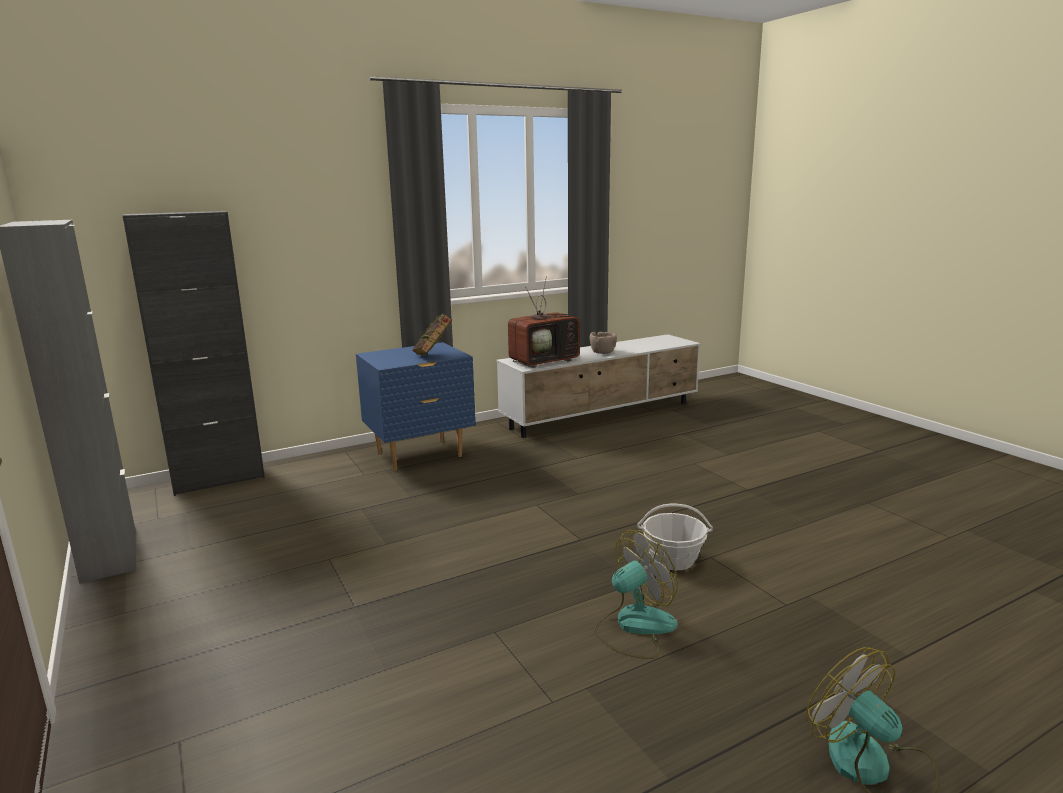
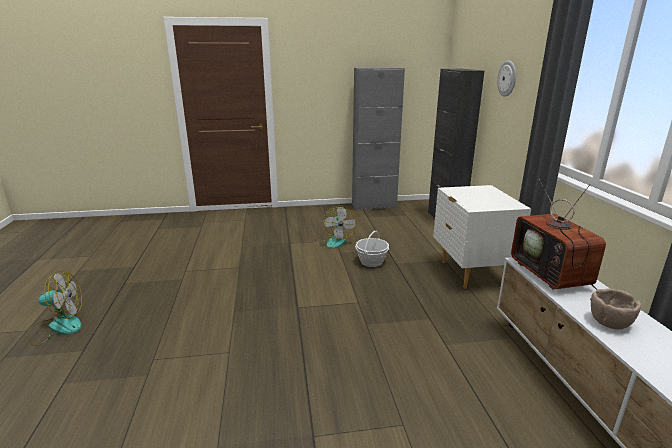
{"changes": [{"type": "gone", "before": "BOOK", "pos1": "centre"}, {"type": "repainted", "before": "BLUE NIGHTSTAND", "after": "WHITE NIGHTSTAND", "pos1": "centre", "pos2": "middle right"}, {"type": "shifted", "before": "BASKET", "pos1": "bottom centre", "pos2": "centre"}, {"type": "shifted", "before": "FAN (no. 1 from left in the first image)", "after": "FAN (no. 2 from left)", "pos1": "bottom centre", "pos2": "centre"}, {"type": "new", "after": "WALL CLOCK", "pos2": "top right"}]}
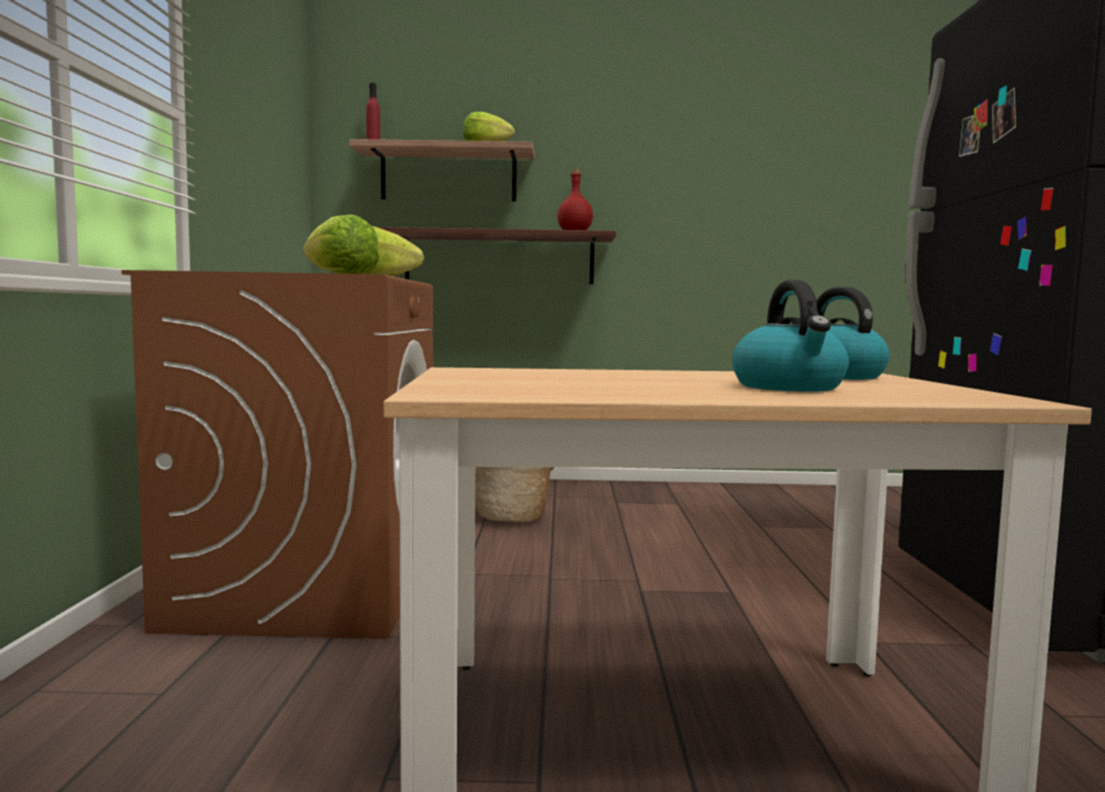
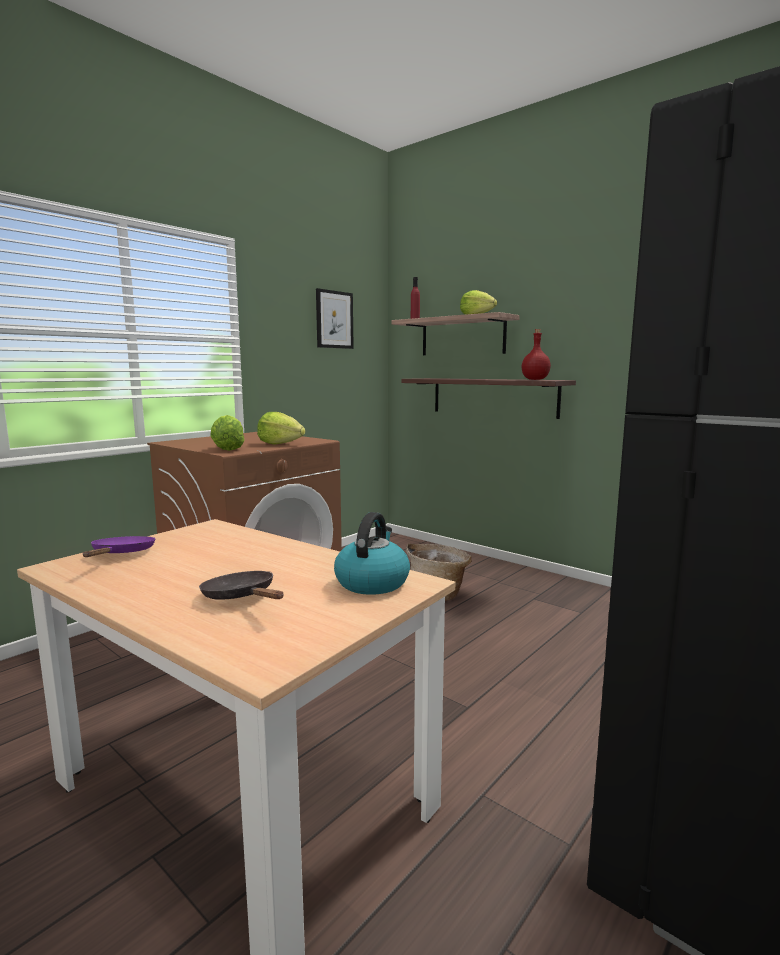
{"changes": [{"type": "swapped", "before": "KETTLE (no. 1 from left)", "after": "BLACK FRYING PAN", "pos1": "middle right", "pos2": "middle left"}, {"type": "new", "after": "PICTURE", "pos2": "top centre"}, {"type": "new", "after": "PURPLE FRYING PAN", "pos2": "middle left"}]}
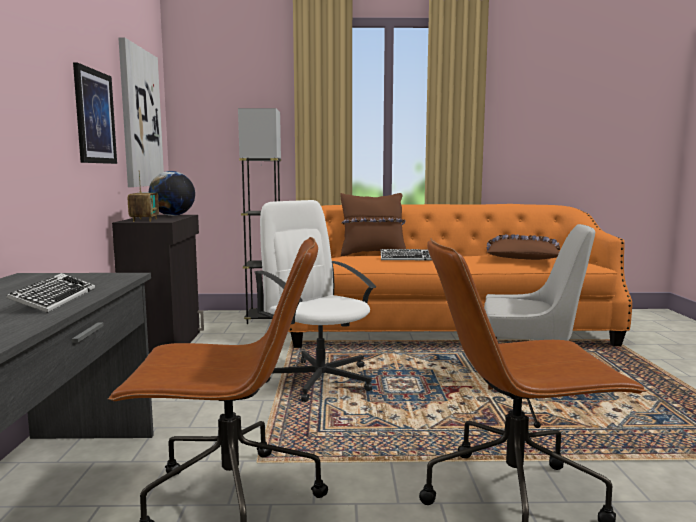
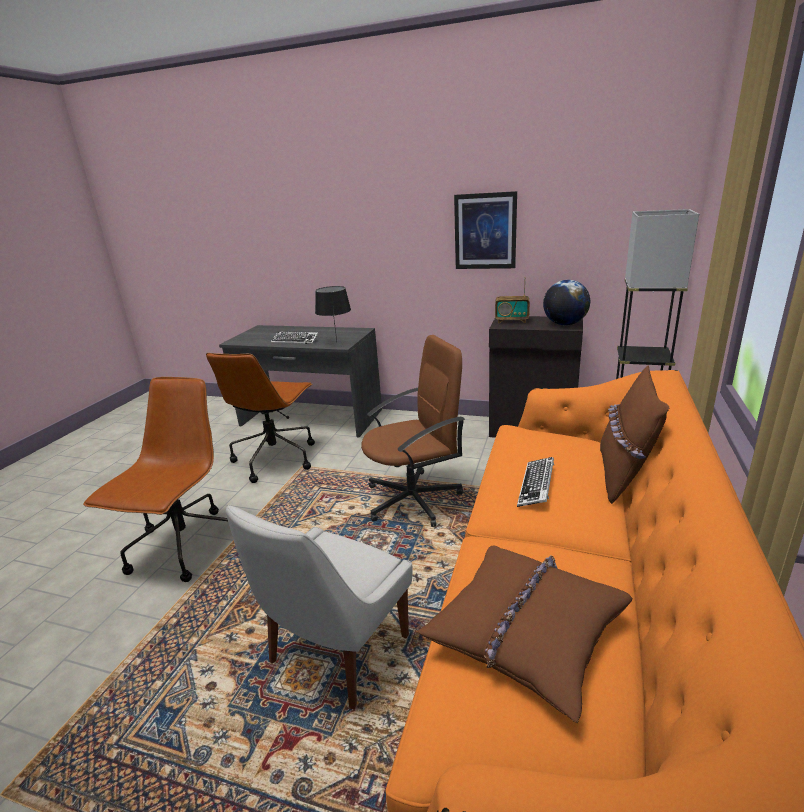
{"changes": [{"type": "gone", "before": "PICTURE (no. 2 from left)", "pos1": "top left"}, {"type": "repainted", "before": "WHITE OFFICE CHAIR", "after": "BROWN OFFICE CHAIR (no. 3 from left)", "pos1": "centre", "pos2": "centre"}, {"type": "new", "after": "BLACK TABLE LAMP", "pos2": "centre"}]}
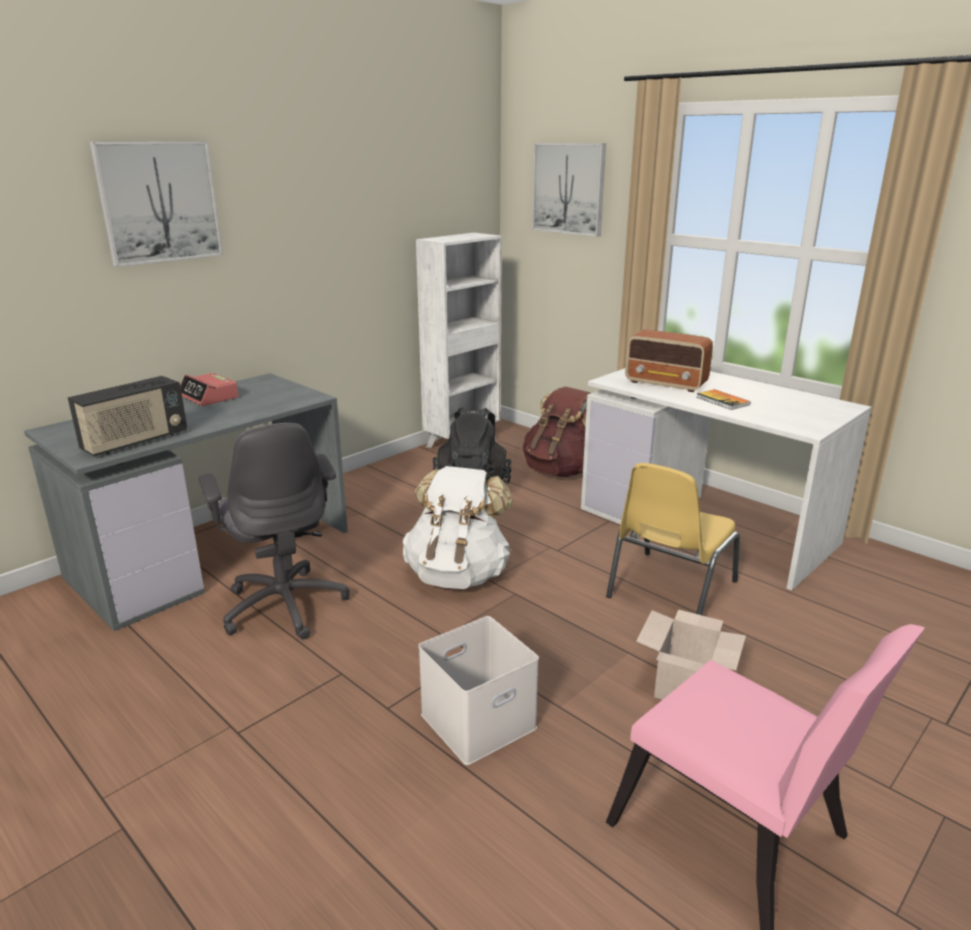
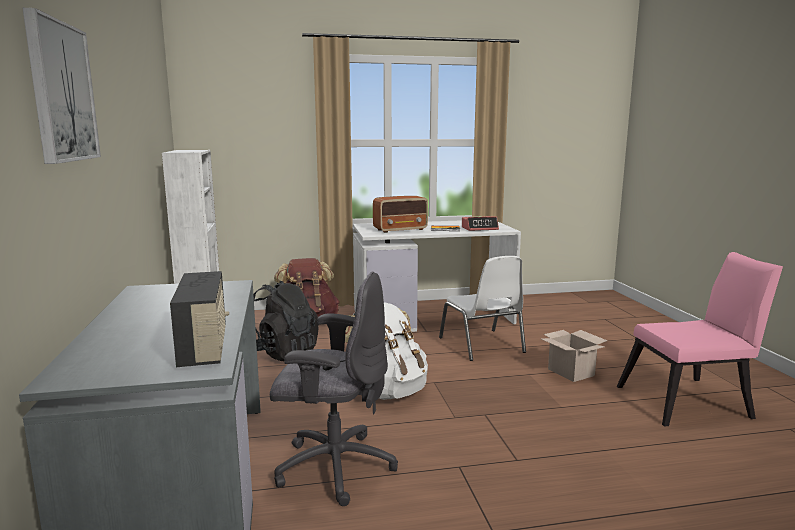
{"changes": [{"type": "gone", "before": "PICTURE (no. 2 from left)", "pos1": "top centre"}, {"type": "shifted", "before": "ALARM CLOCK", "pos1": "middle left", "pos2": "centre"}, {"type": "repainted", "before": "YELLOW CHAIR", "after": "WHITE CHAIR", "pos1": "middle right", "pos2": "centre"}, {"type": "gone", "before": "WHITE STORAGE BOX", "pos1": "bottom centre"}]}
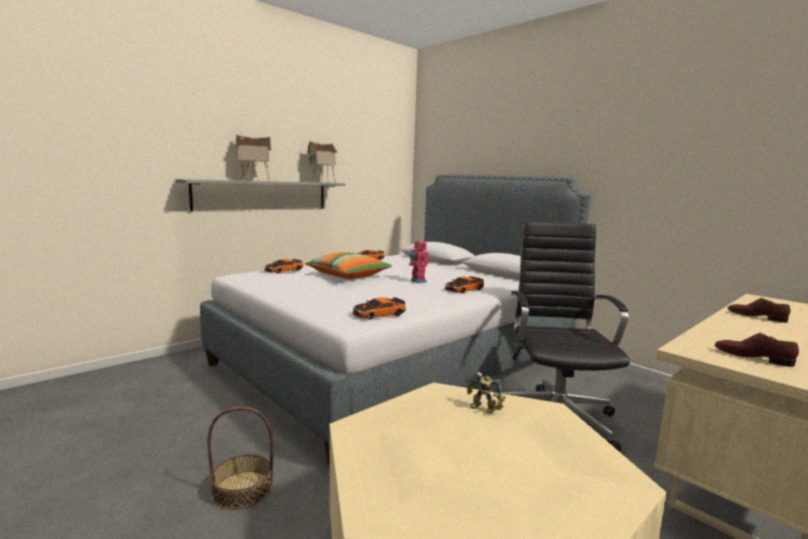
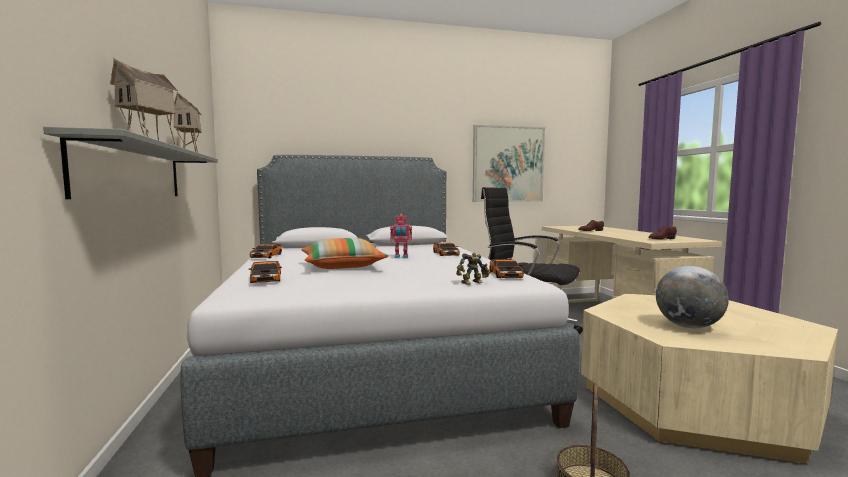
{"changes": [{"type": "shifted", "before": "TOY ROBOT (no. 2 from left)", "pos1": "bottom centre", "pos2": "centre"}, {"type": "new", "after": "PICTURE", "pos2": "centre"}, {"type": "new", "after": "GLOBE", "pos2": "middle right"}]}
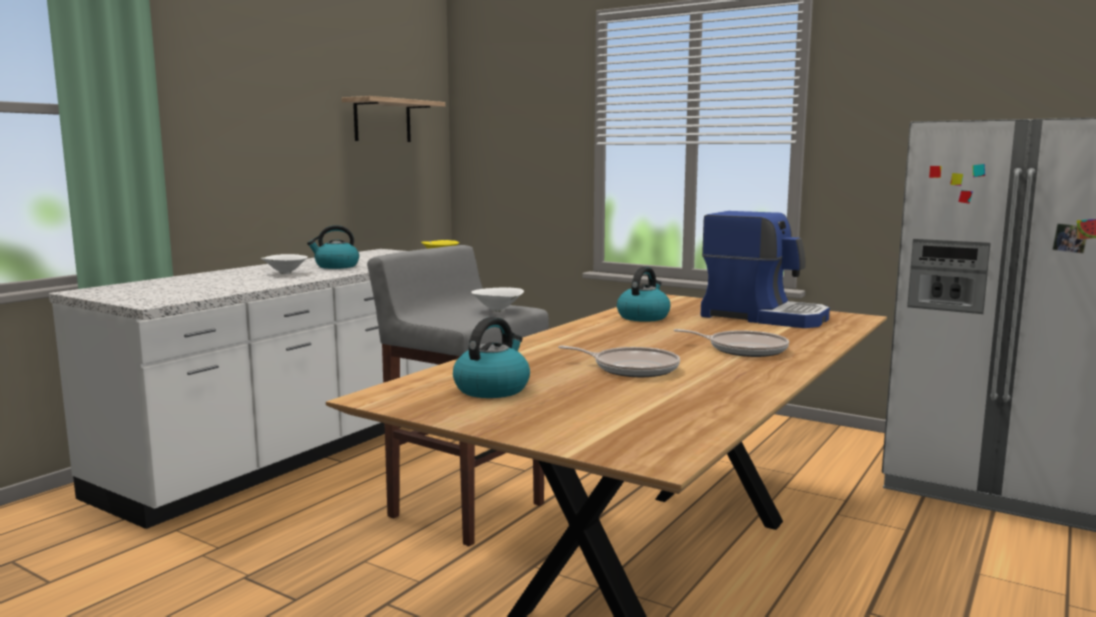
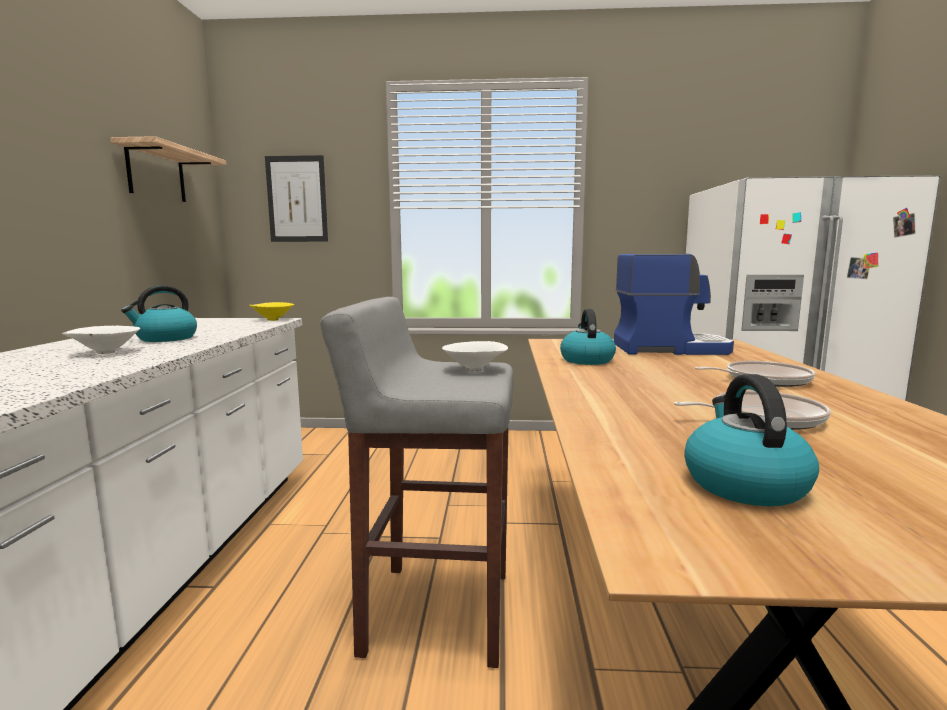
{"changes": [{"type": "new", "after": "PICTURE", "pos2": "top left"}]}
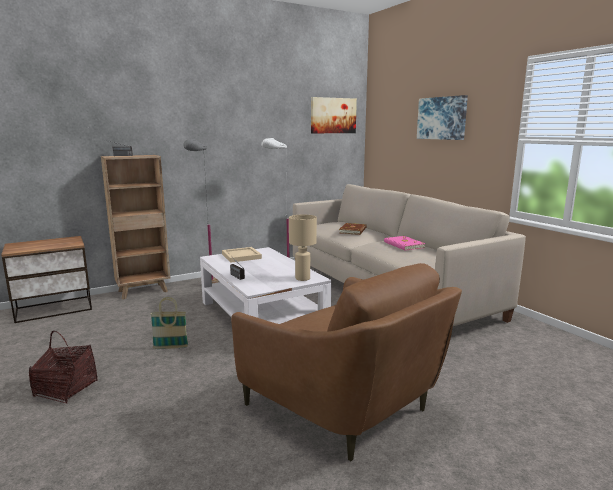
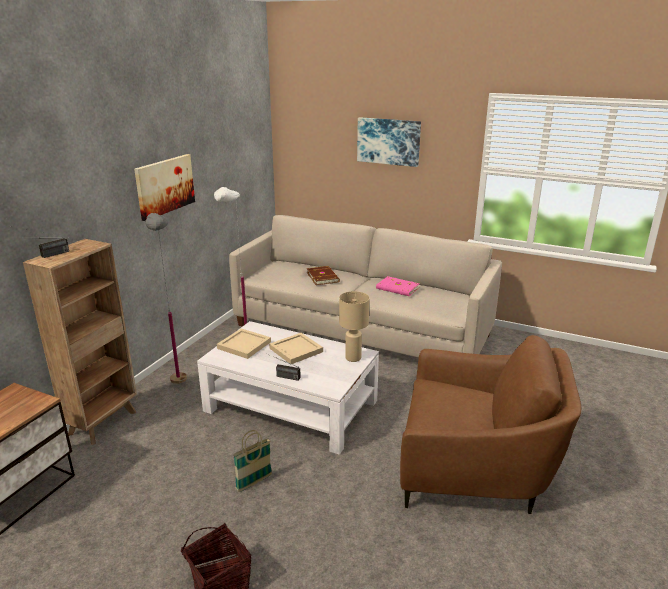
{"changes": [{"type": "shifted", "before": "PICTURE (no. 1 from left)", "pos1": "top centre", "pos2": "top left"}, {"type": "new", "after": "BEIGE TRAY (no. 2 from left)", "pos2": "centre"}]}
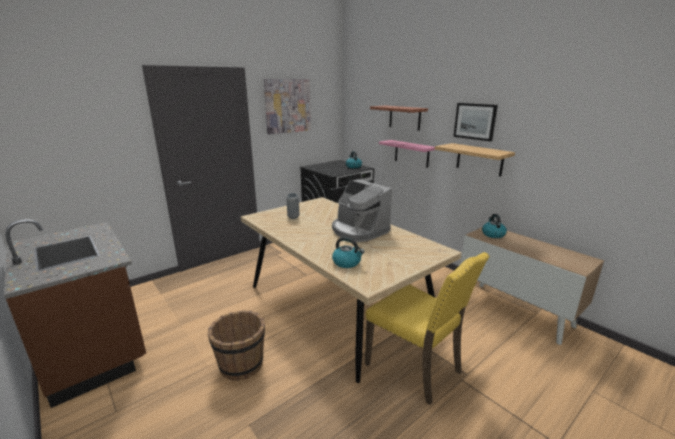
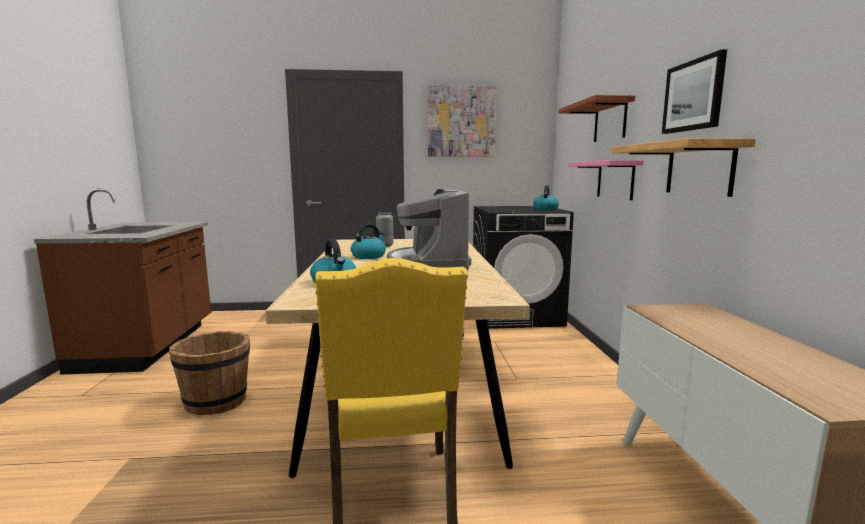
{"changes": [{"type": "shifted", "before": "KETTLE (no. 3 from left in the first image)", "after": "KETTLE (no. 2 from left)", "pos1": "middle right", "pos2": "centre"}]}
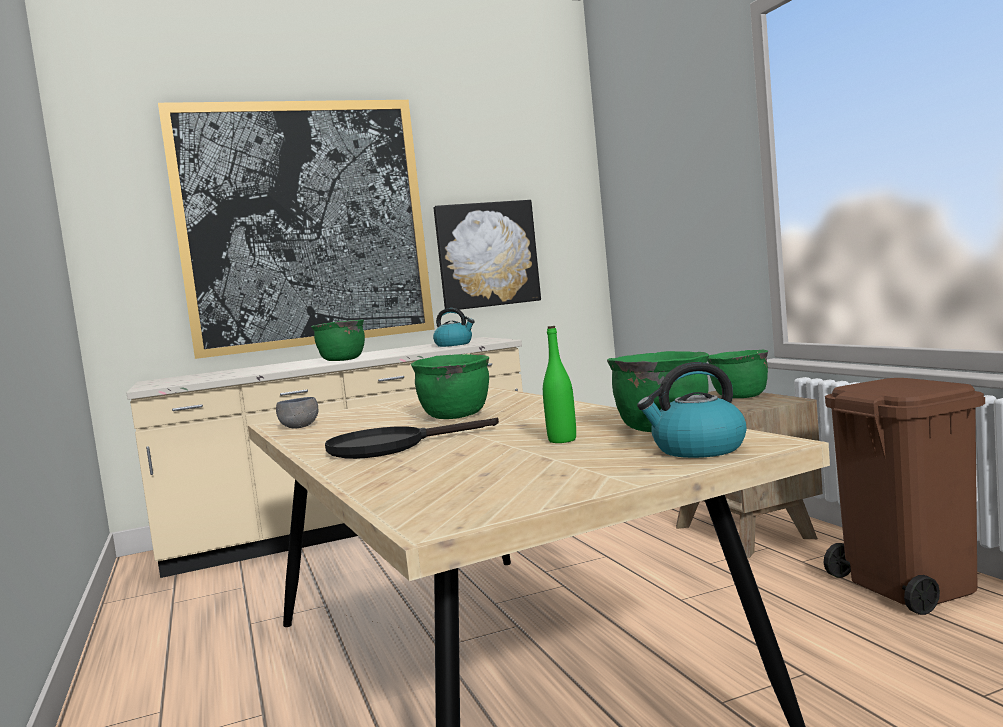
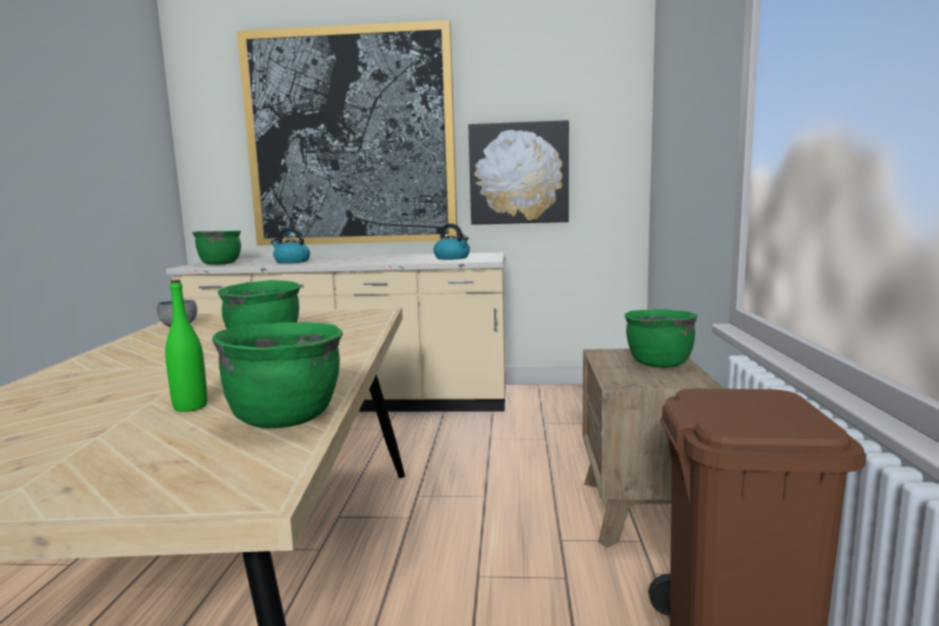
{"changes": [{"type": "shifted", "before": "GREEN COOKING POT (no. 1 from left)", "pos1": "centre", "pos2": "middle left"}, {"type": "shifted", "before": "KETTLE (no. 2 from left in the first image)", "after": "KETTLE (no. 1 from left)", "pos1": "middle right", "pos2": "middle left"}, {"type": "gone", "before": "BLACK FRYING PAN", "pos1": "centre"}]}
